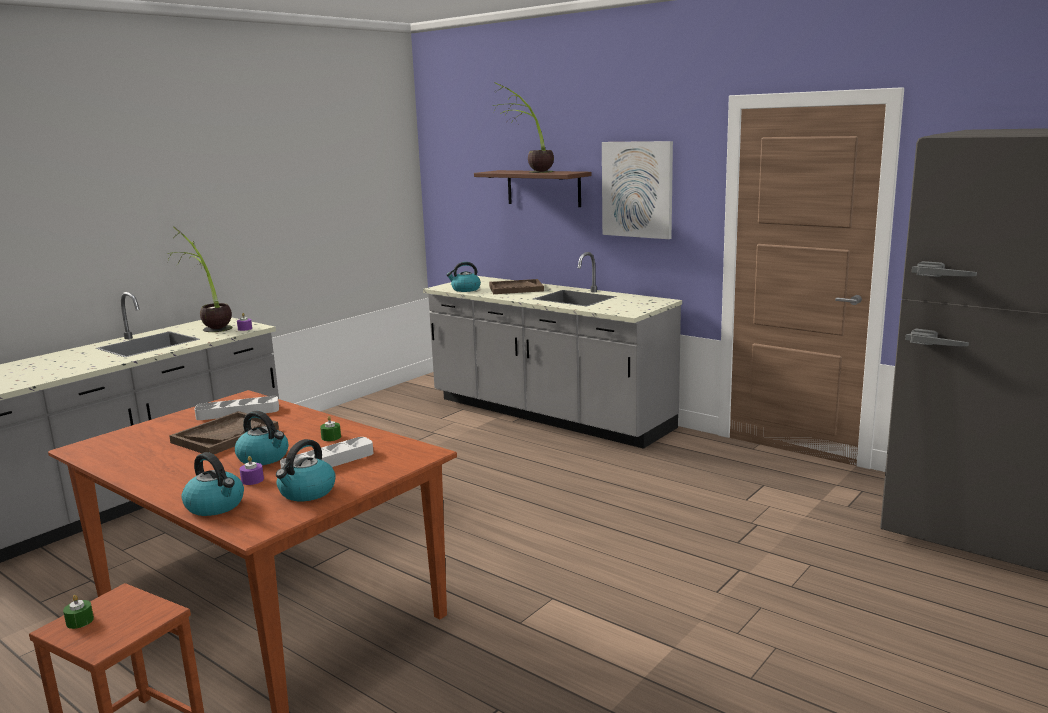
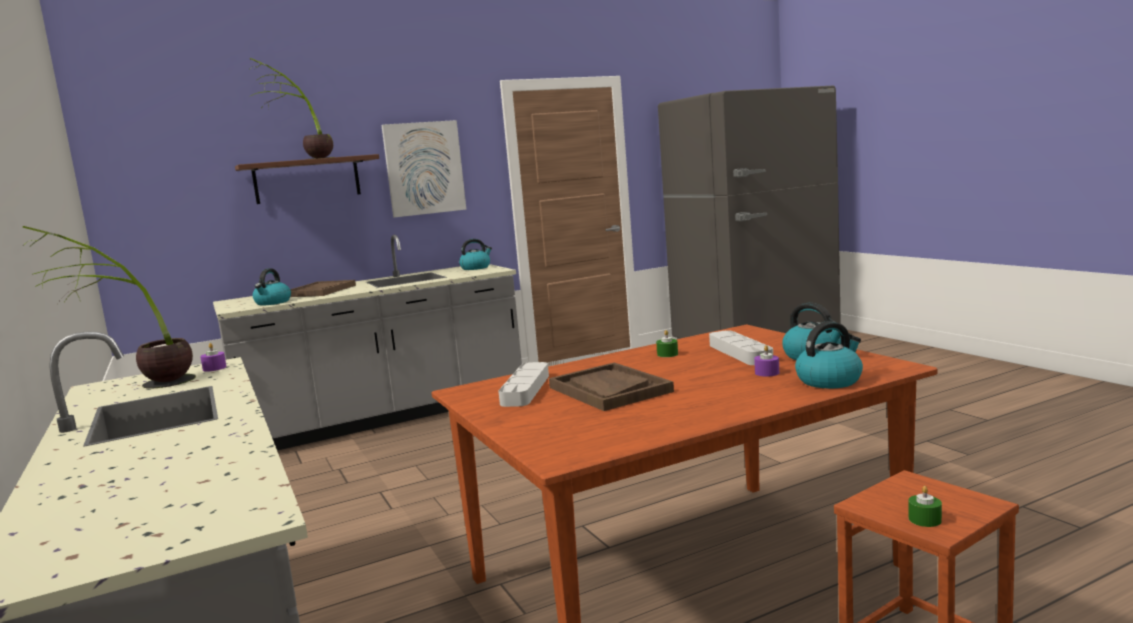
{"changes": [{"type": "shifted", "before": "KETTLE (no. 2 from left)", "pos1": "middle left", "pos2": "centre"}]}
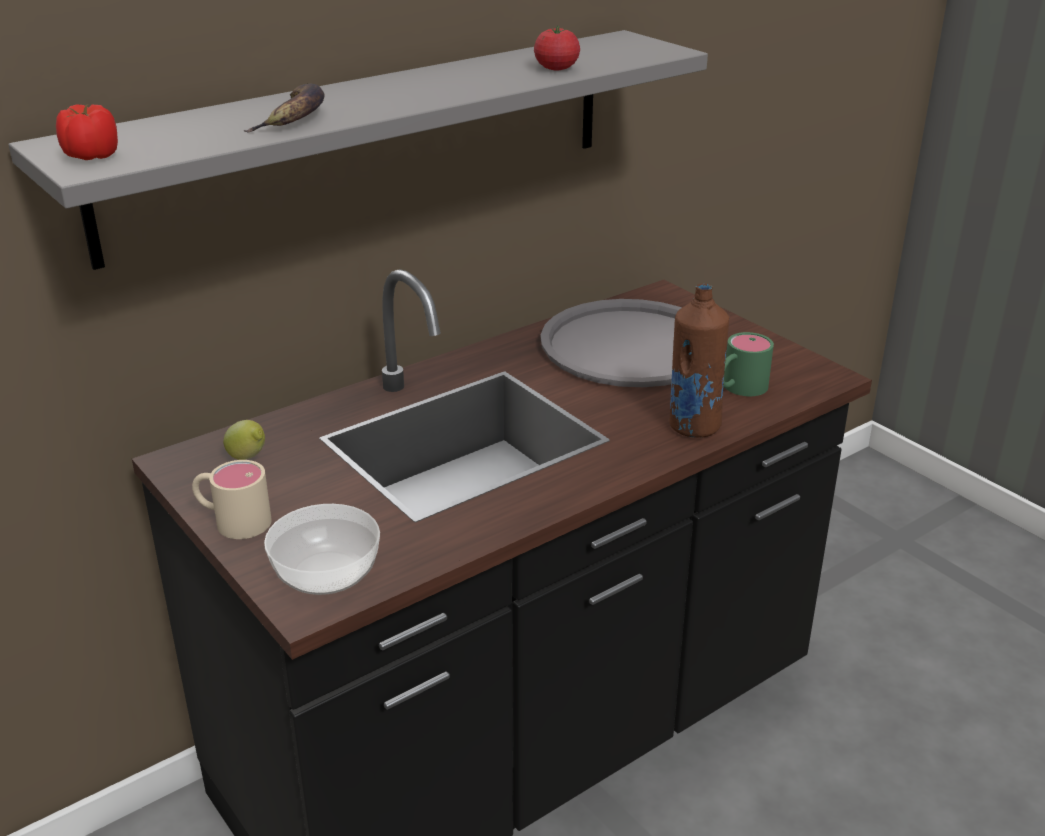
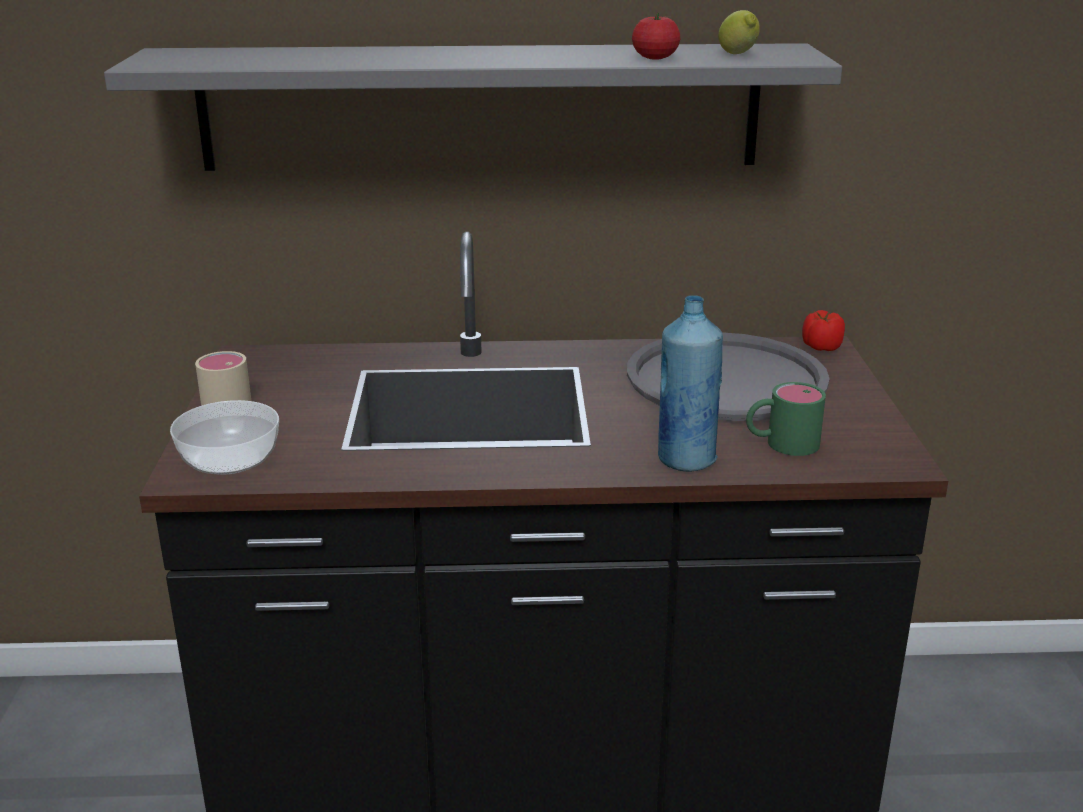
{"changes": [{"type": "gone", "before": "BANANA", "pos1": "top left"}, {"type": "shifted", "before": "TOMATO (no. 1 from left in the first image)", "after": "TOMATO (no. 2 from left)", "pos1": "top left", "pos2": "middle right"}, {"type": "repainted", "before": "BROWN BOTTLE", "after": "BLUE BOTTLE", "pos1": "middle right", "pos2": "centre"}, {"type": "shifted", "before": "LEMON", "pos1": "middle left", "pos2": "top right"}]}
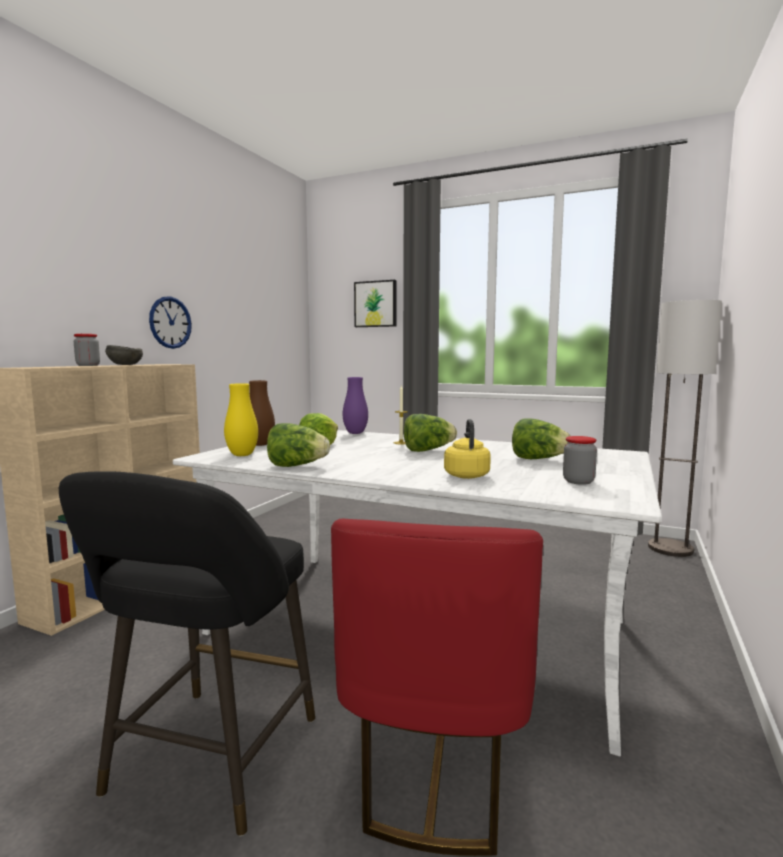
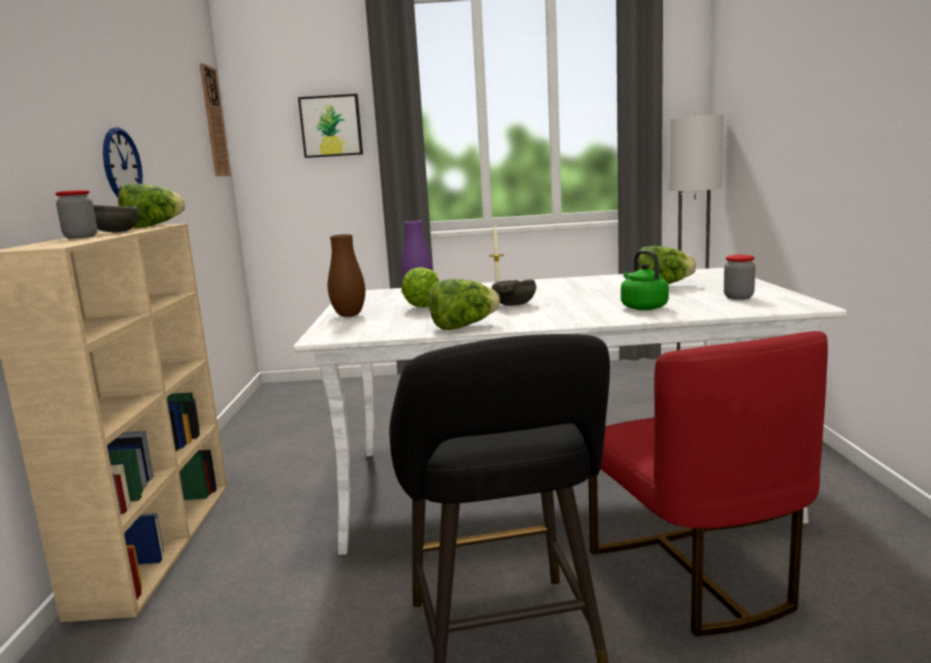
{"changes": [{"type": "gone", "before": "YELLOW VASE", "pos1": "middle left"}, {"type": "shifted", "before": "LETTUCE (no. 3 from left in the first image)", "after": "LETTUCE (no. 1 from left)", "pos1": "centre", "pos2": "top left"}, {"type": "repainted", "before": "YELLOW KETTLE", "after": "GREEN KETTLE", "pos1": "centre", "pos2": "middle right"}, {"type": "new", "after": "WALL CLOCK (no. 2 from left)", "pos2": "top left"}, {"type": "new", "after": "GREY BOWL (no. 2 from left)", "pos2": "centre"}]}
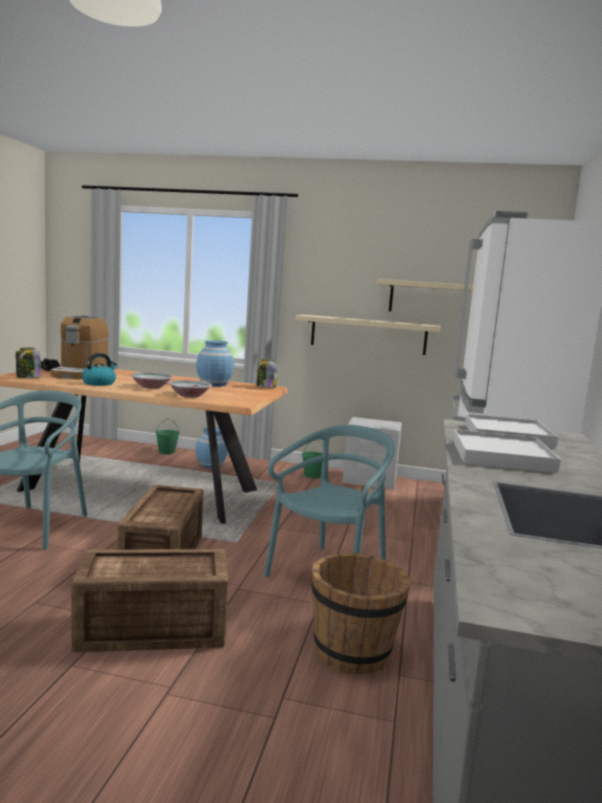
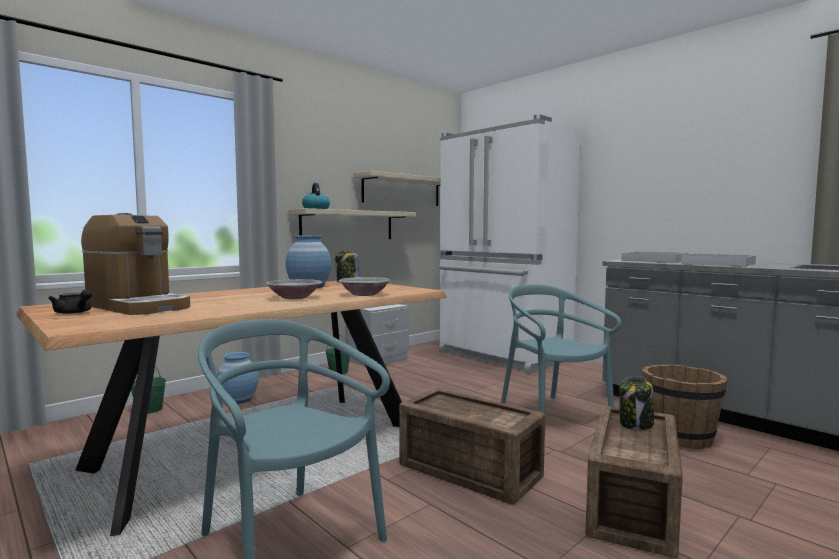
{"changes": [{"type": "shifted", "before": "JAR (no. 1 from left in the first image)", "after": "JAR (no. 2 from left)", "pos1": "middle left", "pos2": "bottom right"}, {"type": "shifted", "before": "KETTLE", "pos1": "middle left", "pos2": "centre"}]}
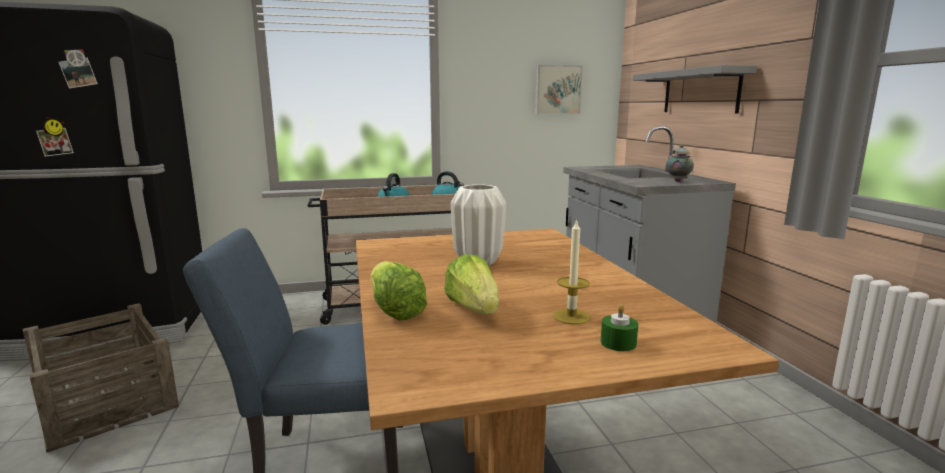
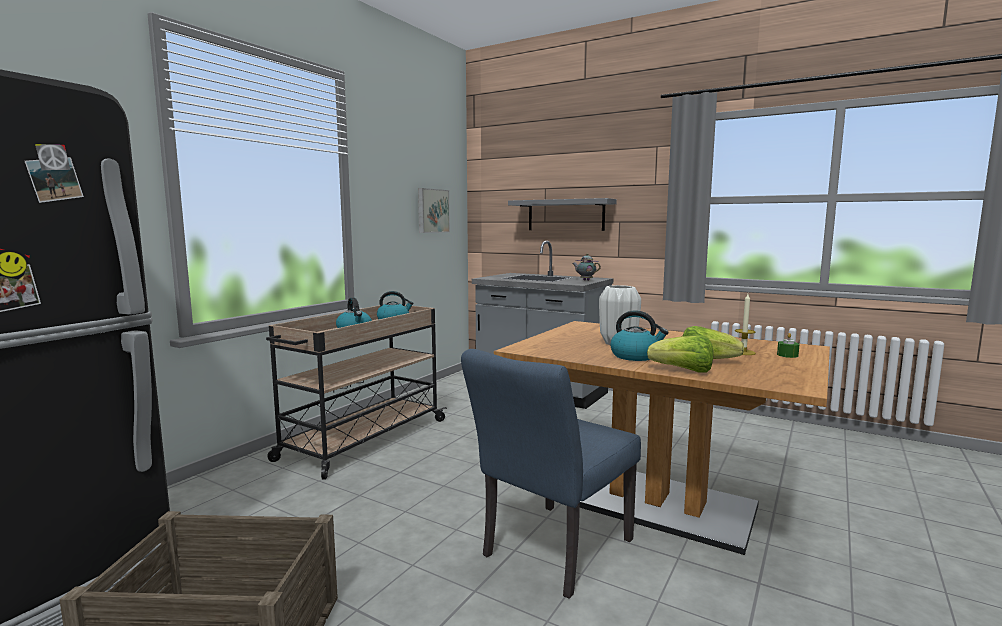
{"changes": [{"type": "new", "after": "KETTLE (no. 3 from left)", "pos2": "centre"}]}
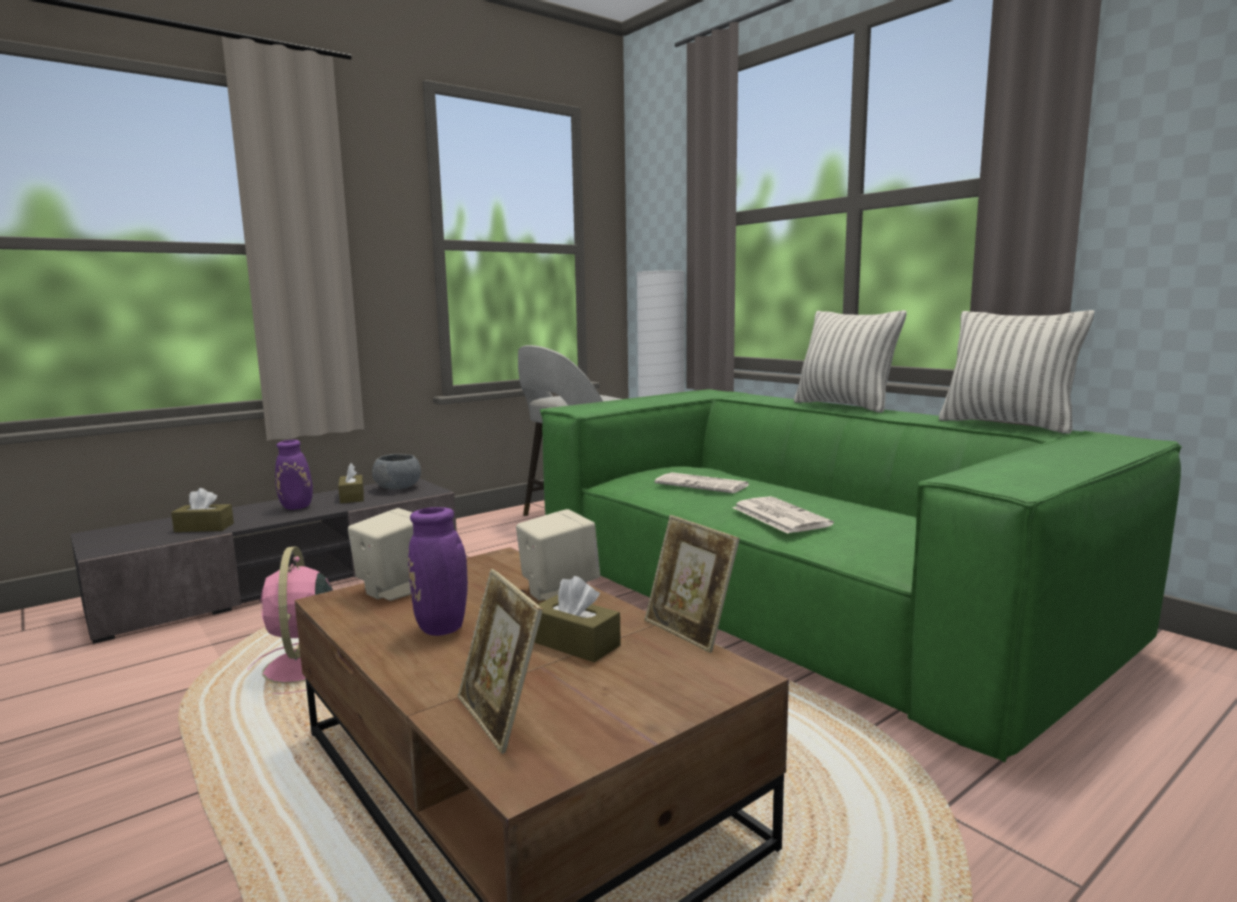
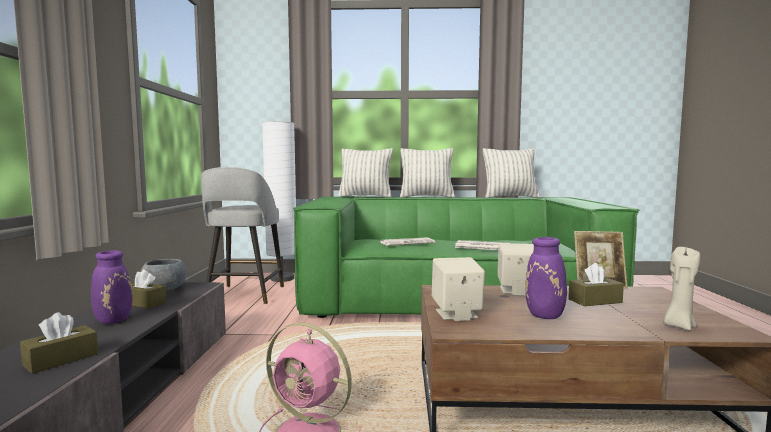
{"changes": [{"type": "swapped", "before": "PICTURE FRAME (no. 1 from left)", "after": "BEIGE CANDLE", "pos1": "bottom centre", "pos2": "bottom right"}, {"type": "new", "after": "PILLOW (no. 1 from left)", "pos2": "centre"}]}
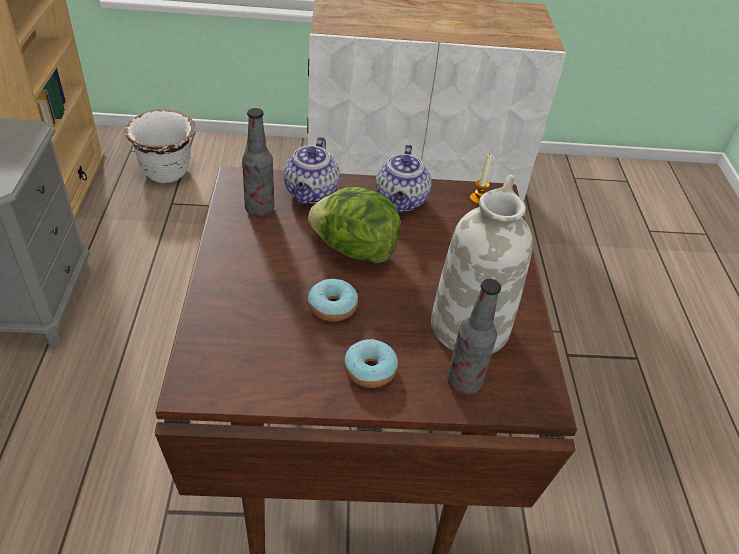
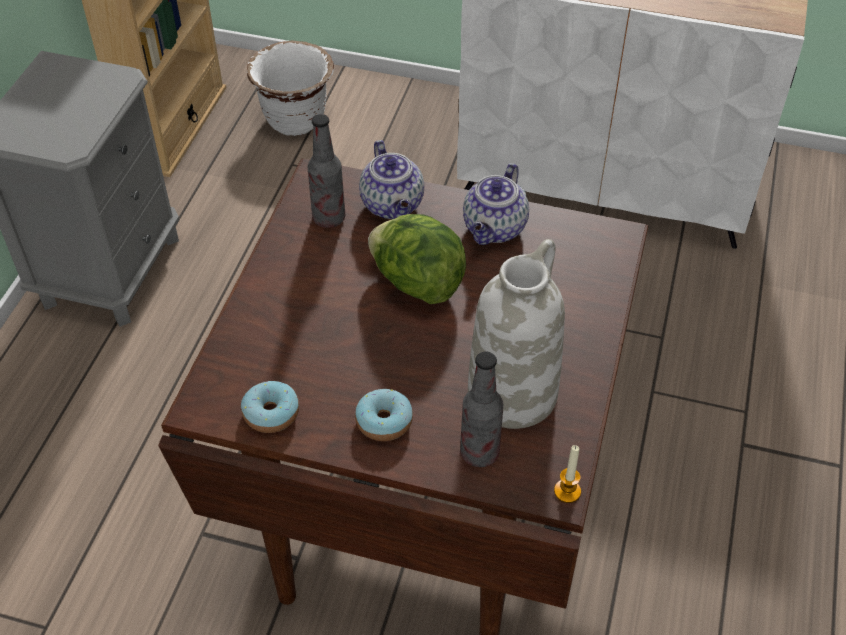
{"changes": [{"type": "rotated", "before": "TEAPOT (no. 1 from left)", "pos1": "top centre", "pos2": "top centre", "turn": -45}, {"type": "shifted", "before": "CANDLE", "pos1": "top centre", "pos2": "bottom right"}, {"type": "shifted", "before": "DONUT (no. 1 from left)", "pos1": "centre", "pos2": "middle left"}]}
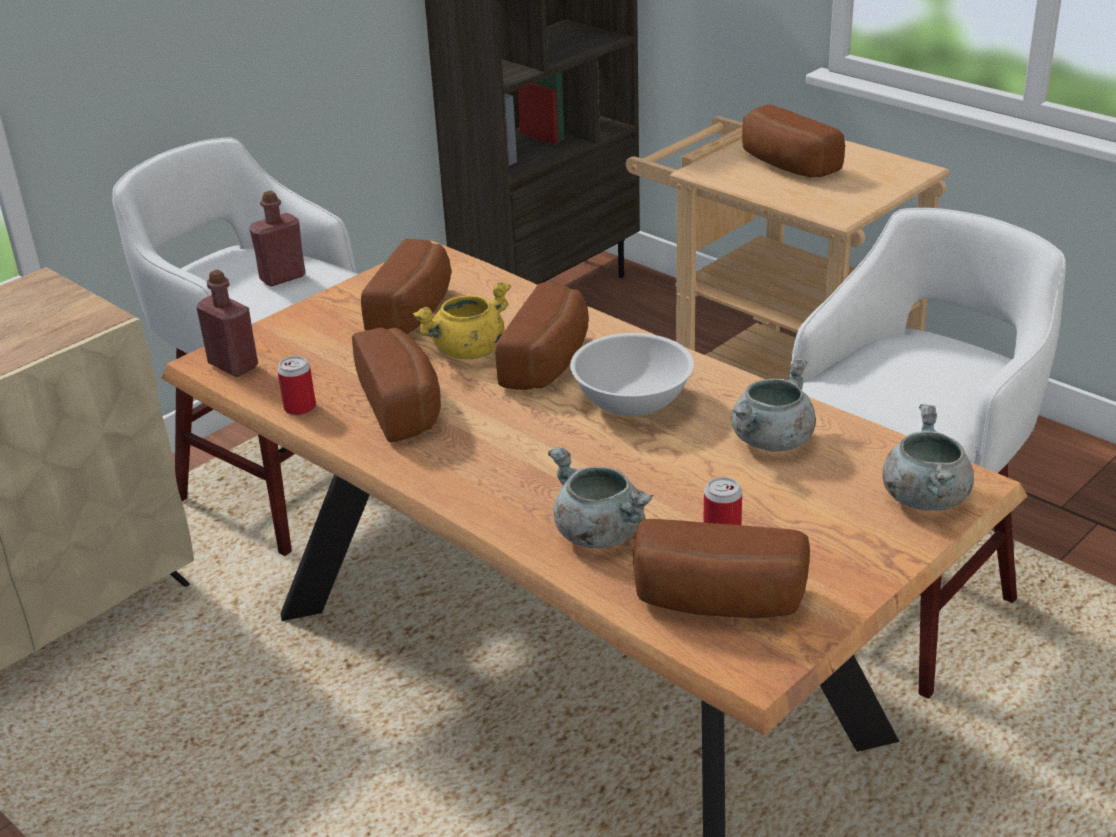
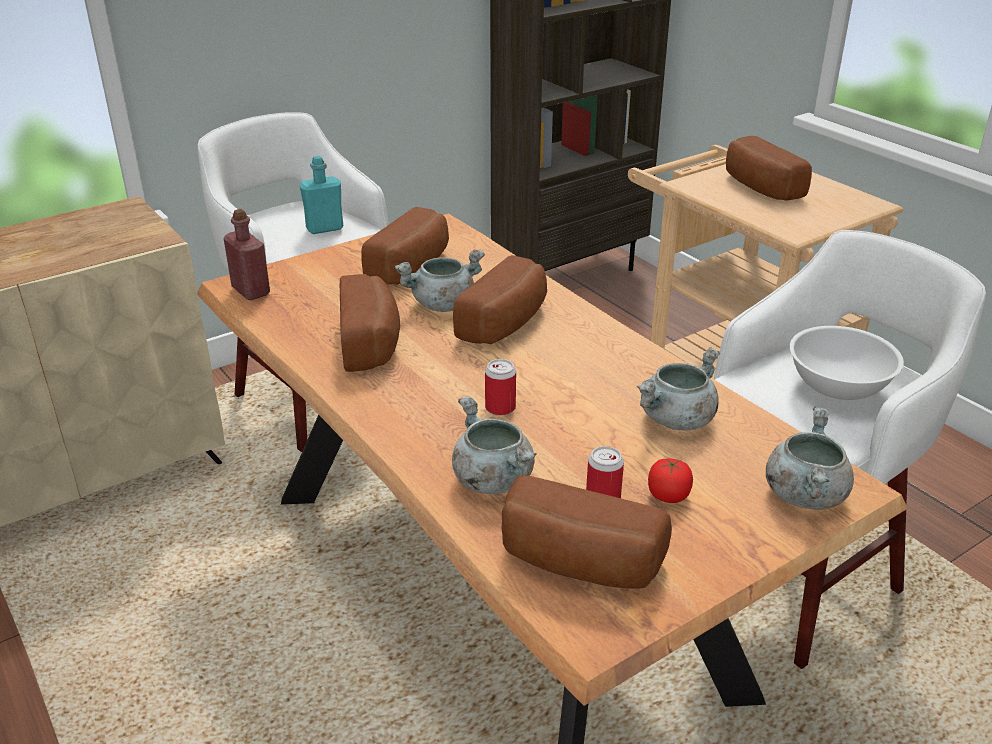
{"changes": [{"type": "repainted", "before": "RED BOTTLE (no. 2 from left)", "after": "TURQUOISE BOTTLE", "pos1": "top left", "pos2": "top left"}, {"type": "repainted", "before": "YELLOW COOKING POT", "after": "GREY COOKING POT (no. 1 from left)", "pos1": "centre", "pos2": "centre"}, {"type": "shifted", "before": "WHITE BOWL", "pos1": "centre", "pos2": "middle right"}, {"type": "shifted", "before": "CAN (no. 1 from left)", "pos1": "middle left", "pos2": "centre"}, {"type": "new", "after": "TOMATO", "pos2": "middle right"}]}
